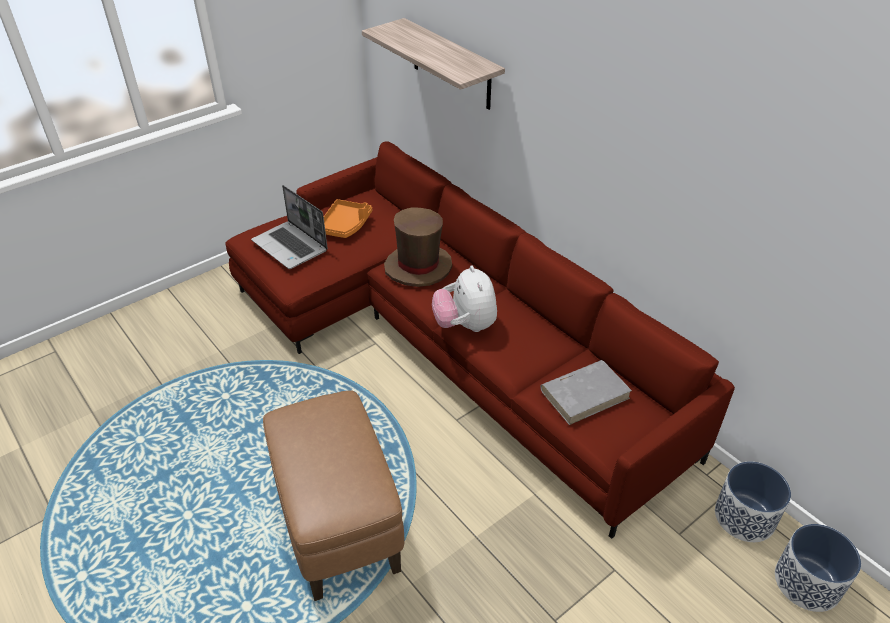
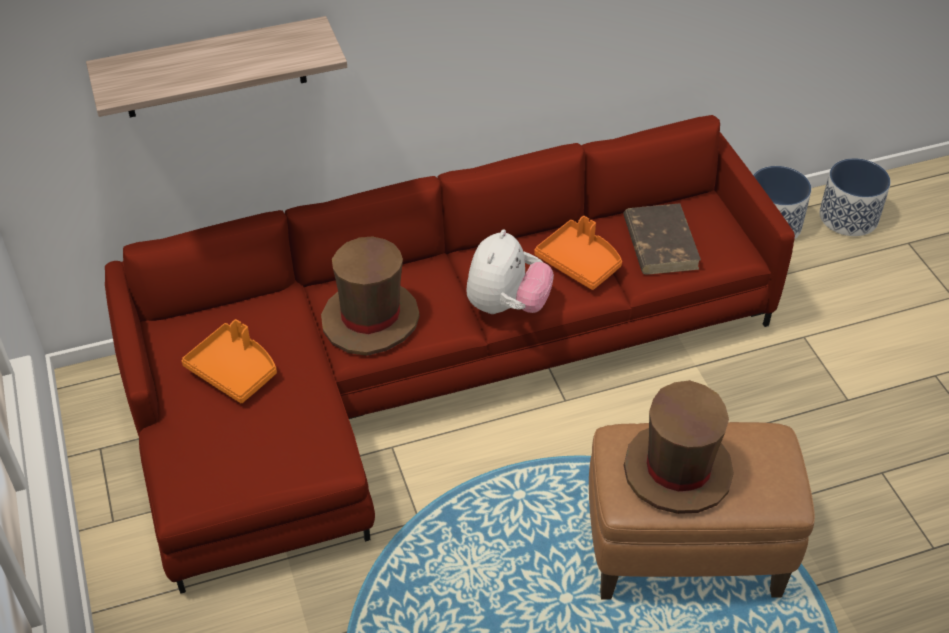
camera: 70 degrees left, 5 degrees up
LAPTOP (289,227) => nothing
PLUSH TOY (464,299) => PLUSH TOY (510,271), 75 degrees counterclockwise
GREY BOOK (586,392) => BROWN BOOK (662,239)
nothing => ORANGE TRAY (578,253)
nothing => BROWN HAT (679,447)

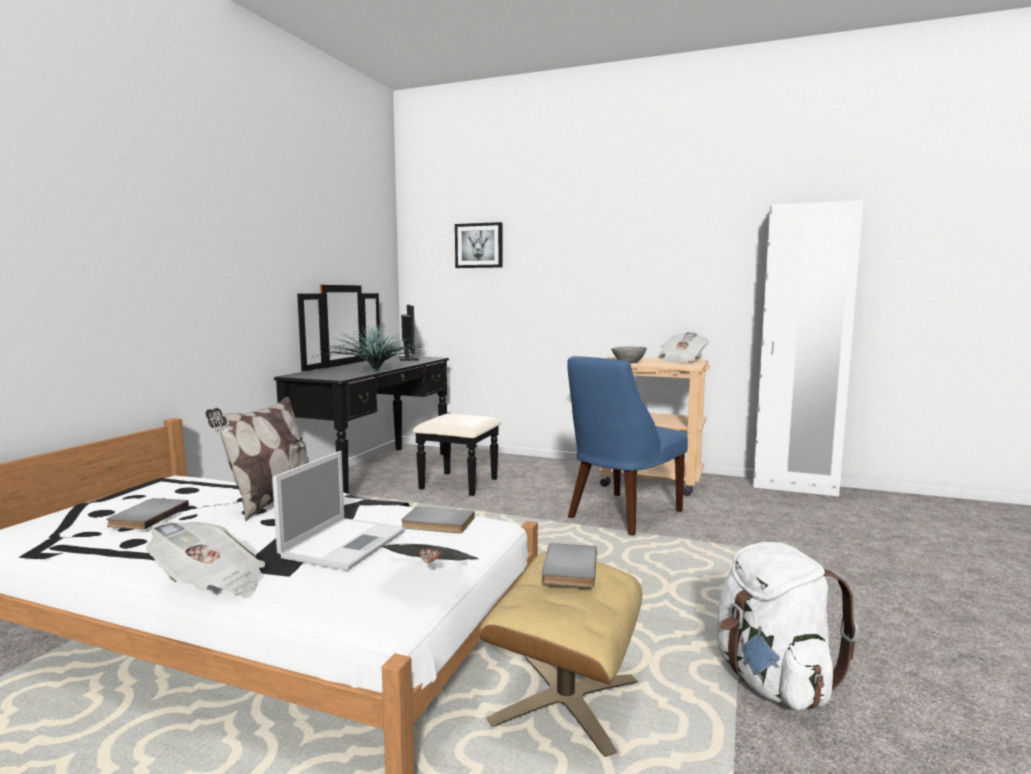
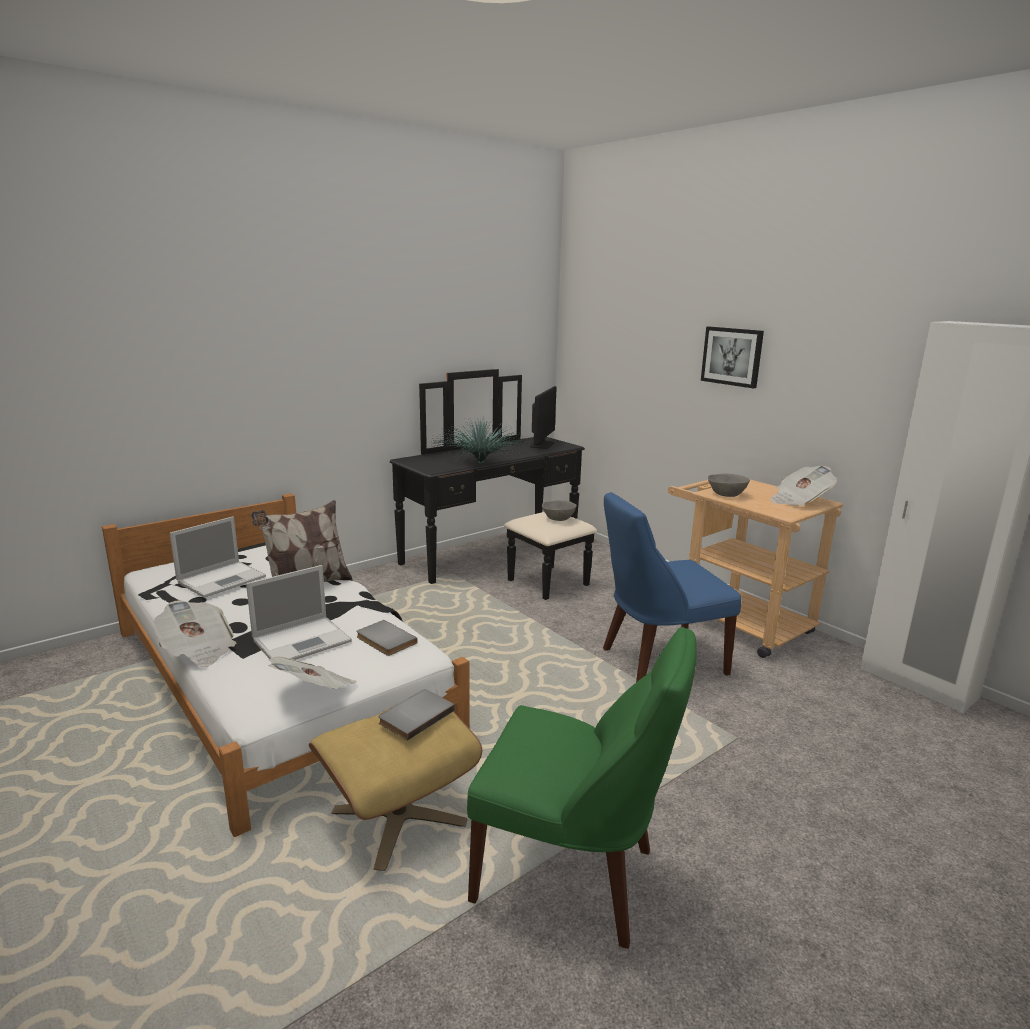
camera: 30 degrees right, 10 degrees up
PICTURE (478,245) => PICTURE (732,358), shifted
GREY BOOK (147,514) => LAPTOP (218,557)
WHITE BACKPACK (788,626) => GREEN CHAIR (582,788)
nothing => GREY BOWL (559,510)

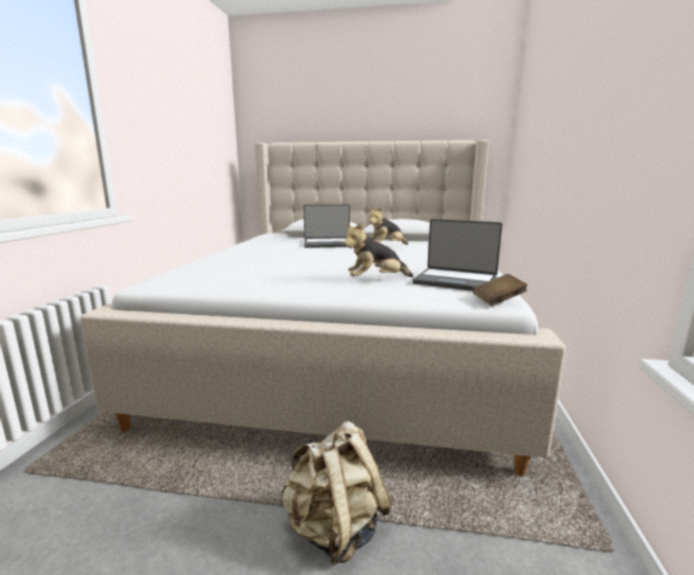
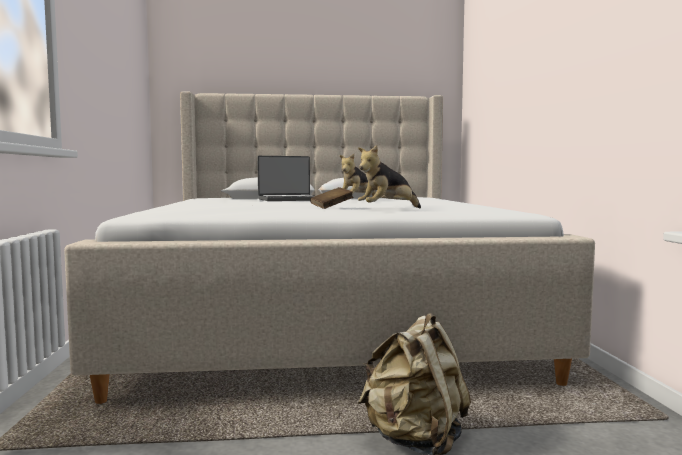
camera: 15 degrees left, 10 degrees down
LAPTOP (457,255) => nothing
BROWN BOOK (500,290) => BROWN BOOK (331,198), shifted

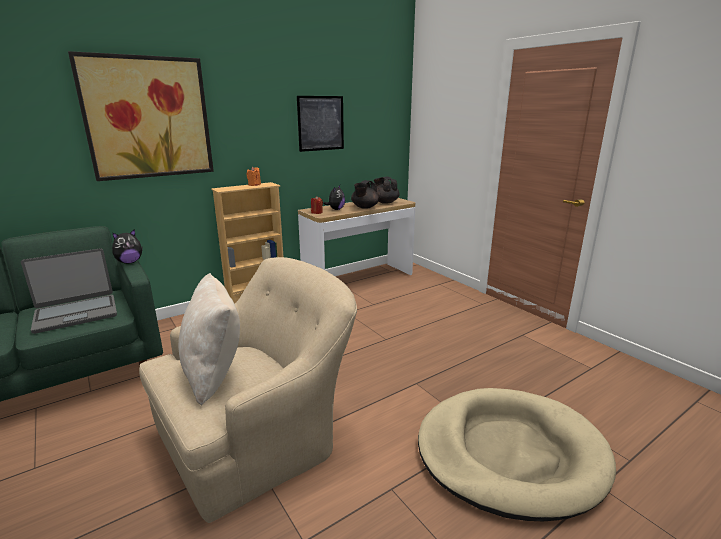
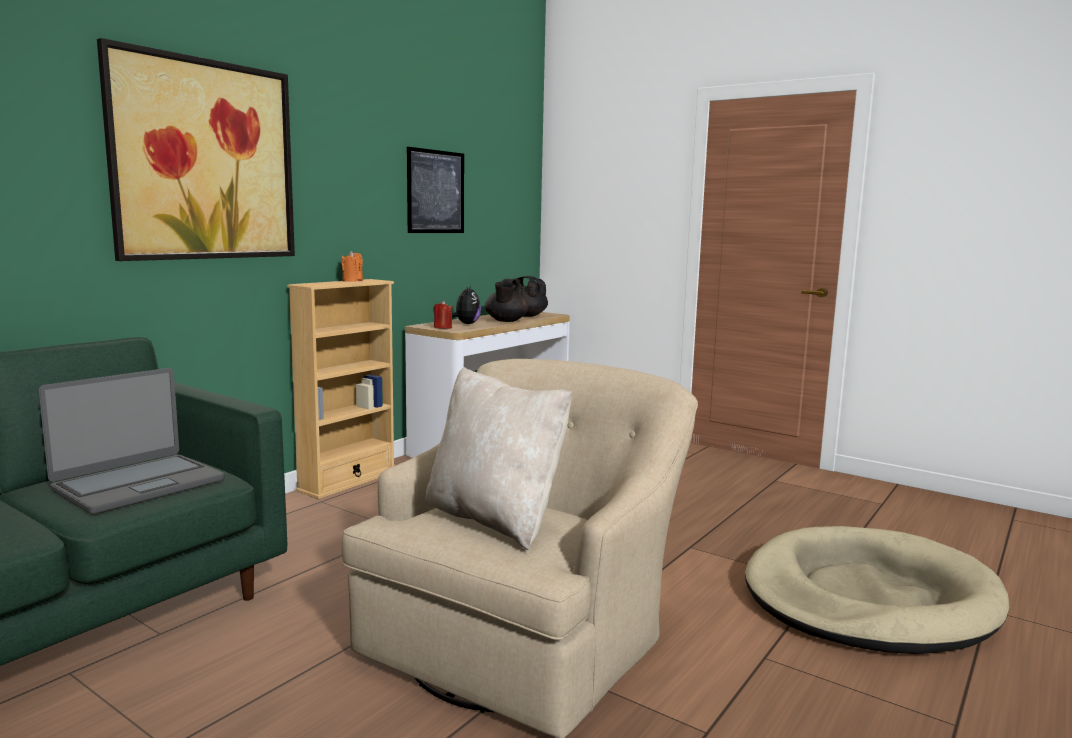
camera: 20 degrees left, 10 degrees down
PLUSH TOY (127,246) => nothing

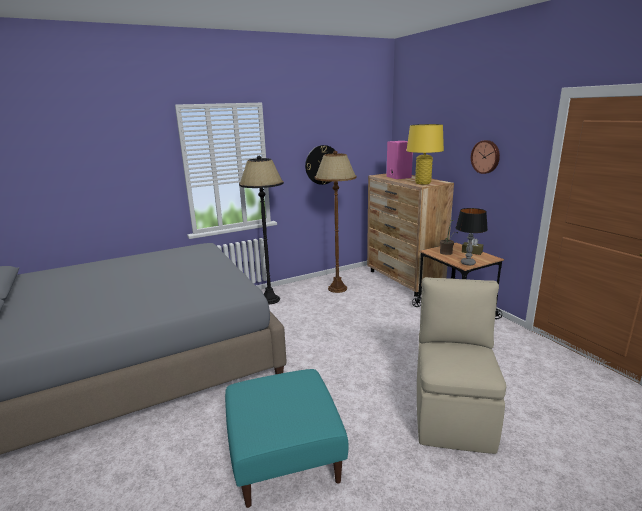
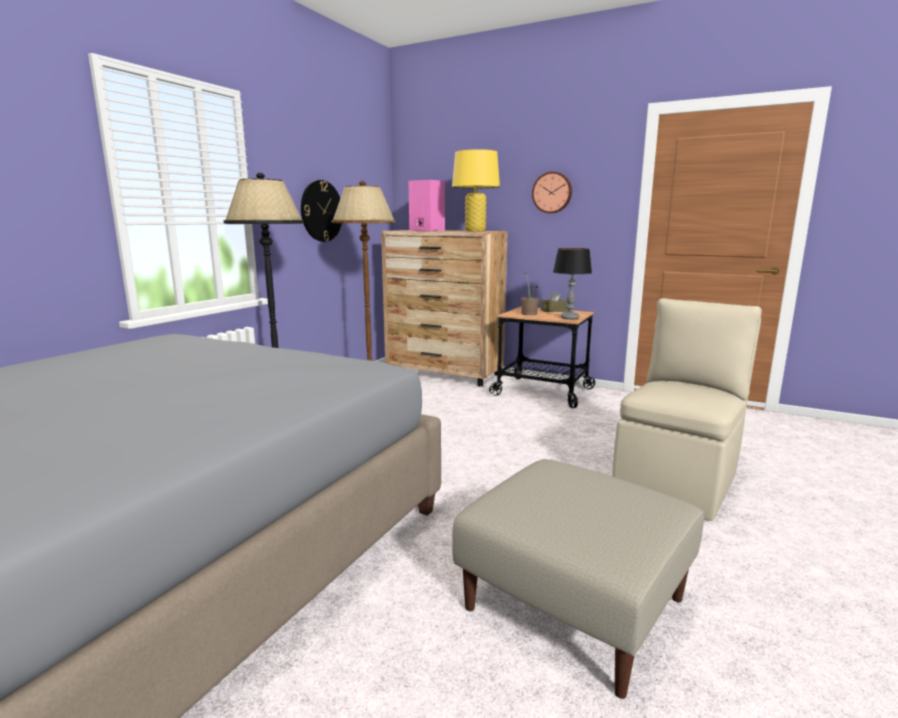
camera: 35 degrees left, 5 degrees down
BEIGE CHAIR (461,365) => BEIGE CHAIR (687,409), 60 degrees clockwise
TURQUOISE OTTOMAN (286,438) => BEIGE OTTOMAN (578,579)

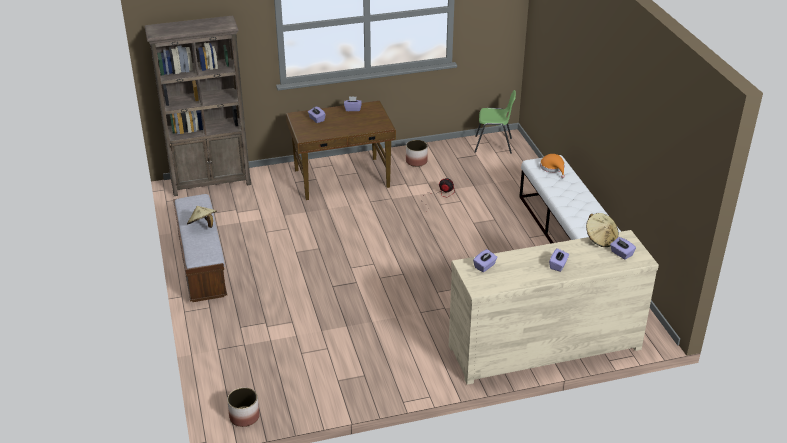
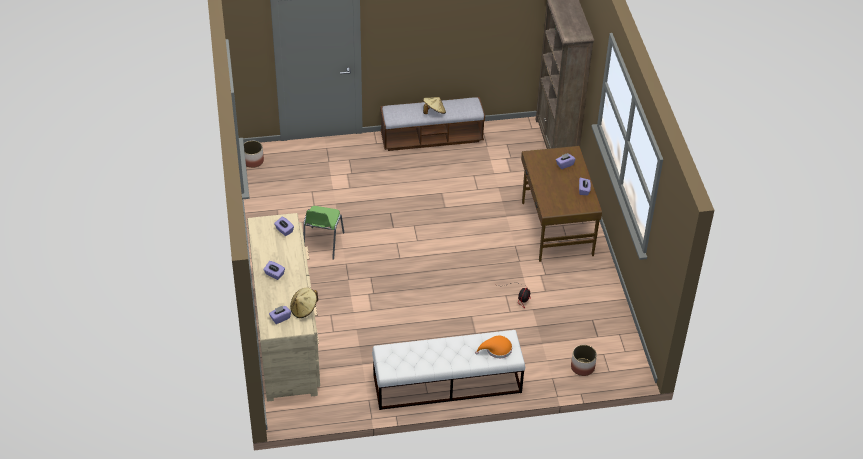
camera: 95 degrees right, 10 degrees up
GREEN CHAIR (495,122) => GREEN CHAIR (323,233), shifted
PLANTER (417,153) => PLANTER (584,360), shifted

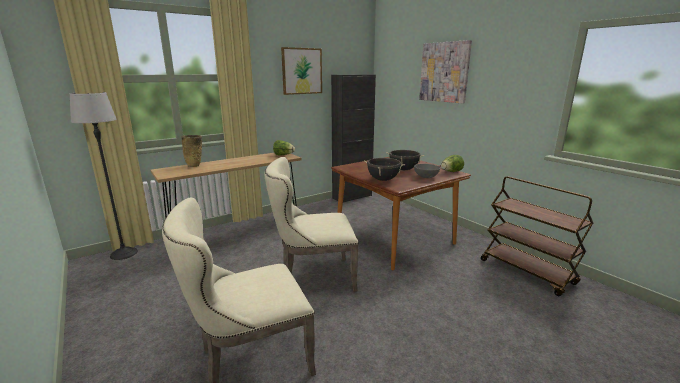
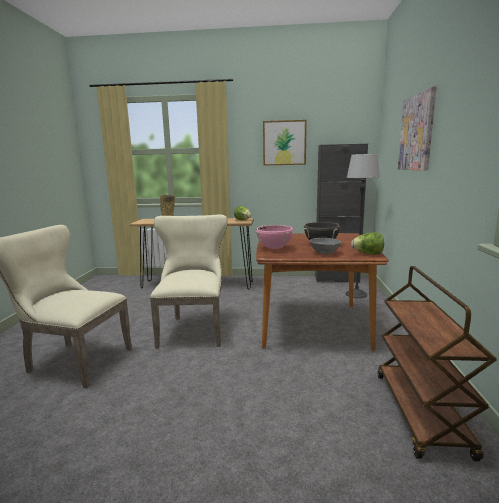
camera: 40 degrees right, 5 degrees down
FLOOR LAMP (103,176) => FLOOR LAMP (362,226), shifted
BEIGE CHAIR (312,224) => BEIGE CHAIR (189,281), 60 degrees clockwise
BLACK COOKING POT (384,169) => PINK COOKING POT (274,237)

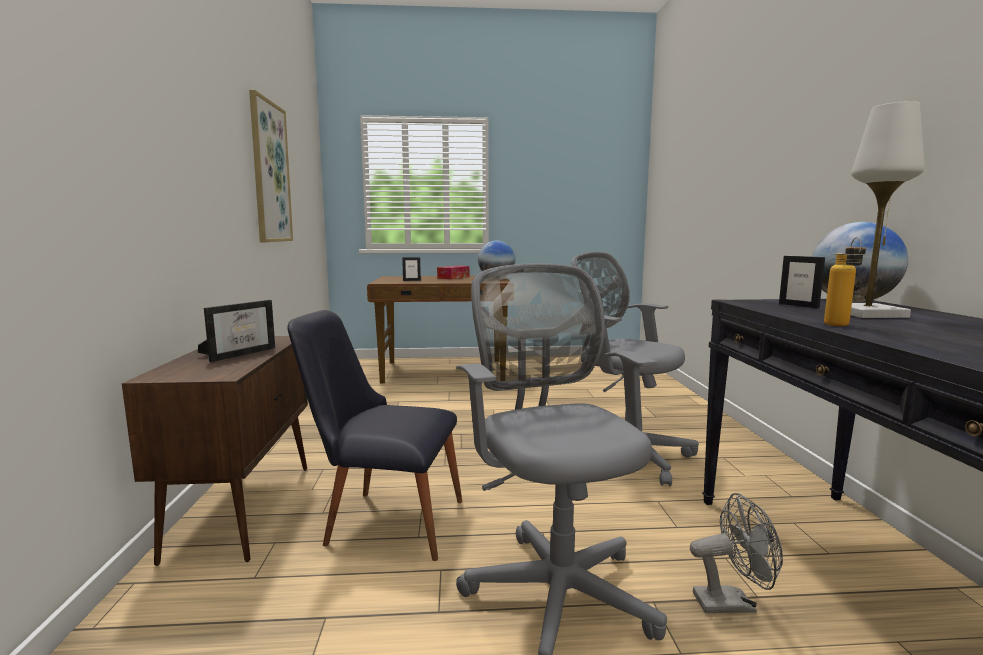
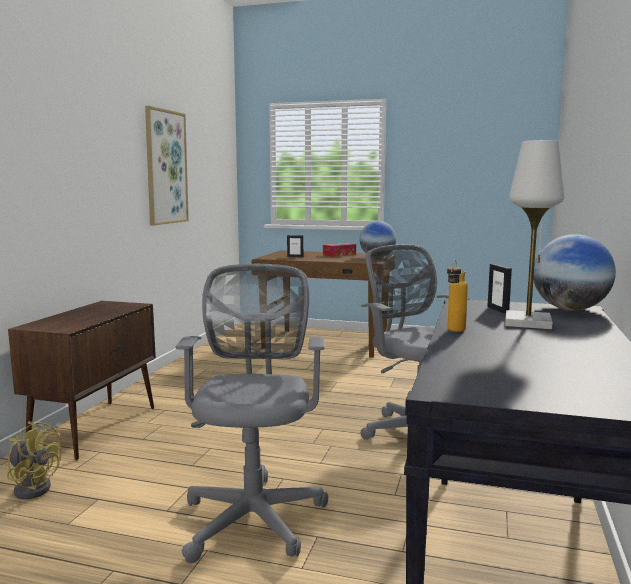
camera: 20 degrees right, 0 degrees up
PICTURE FRAME (236,331) => nothing
BLACK CHAIR (374,435) => nothing
GREY FAN (736,553) => nothing
nothing => YELLOW FAN (34,460)

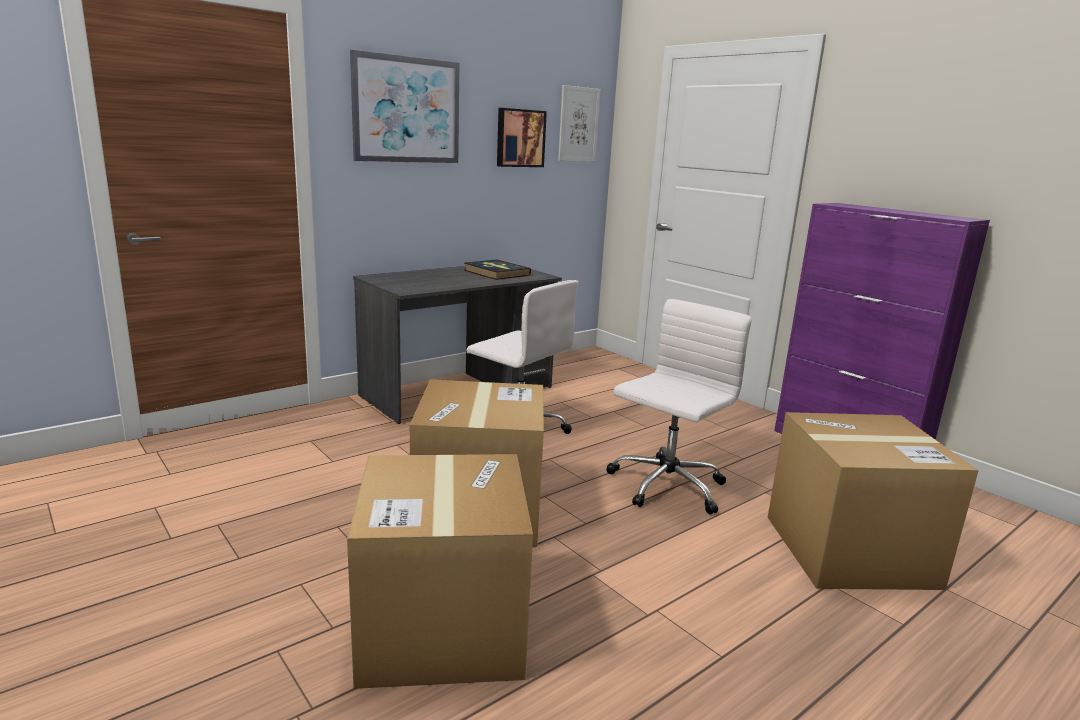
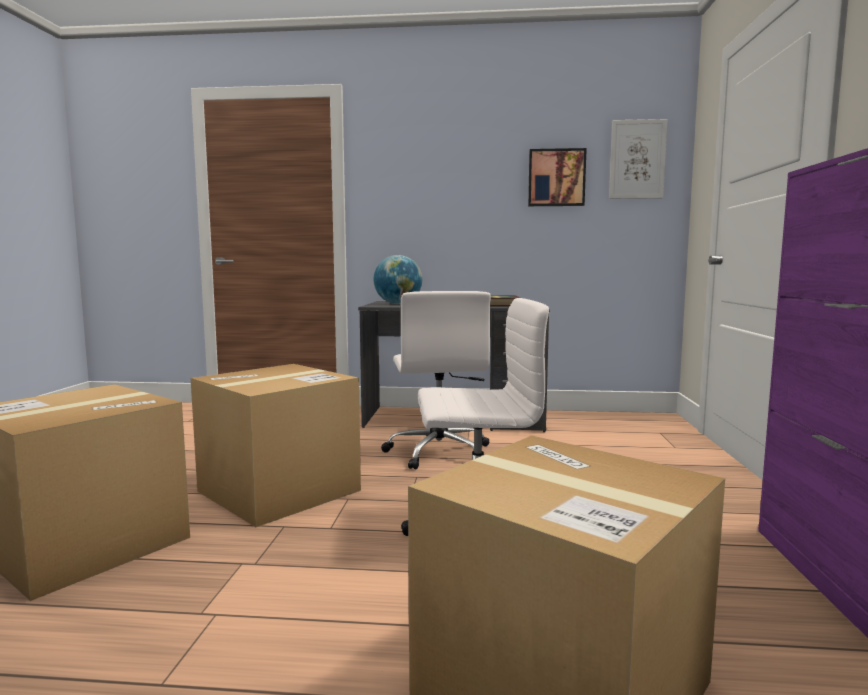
camera: 45 degrees right, 10 degrees down
PICTURE (404,106) => nothing
nothing => GLOBE (397,279)

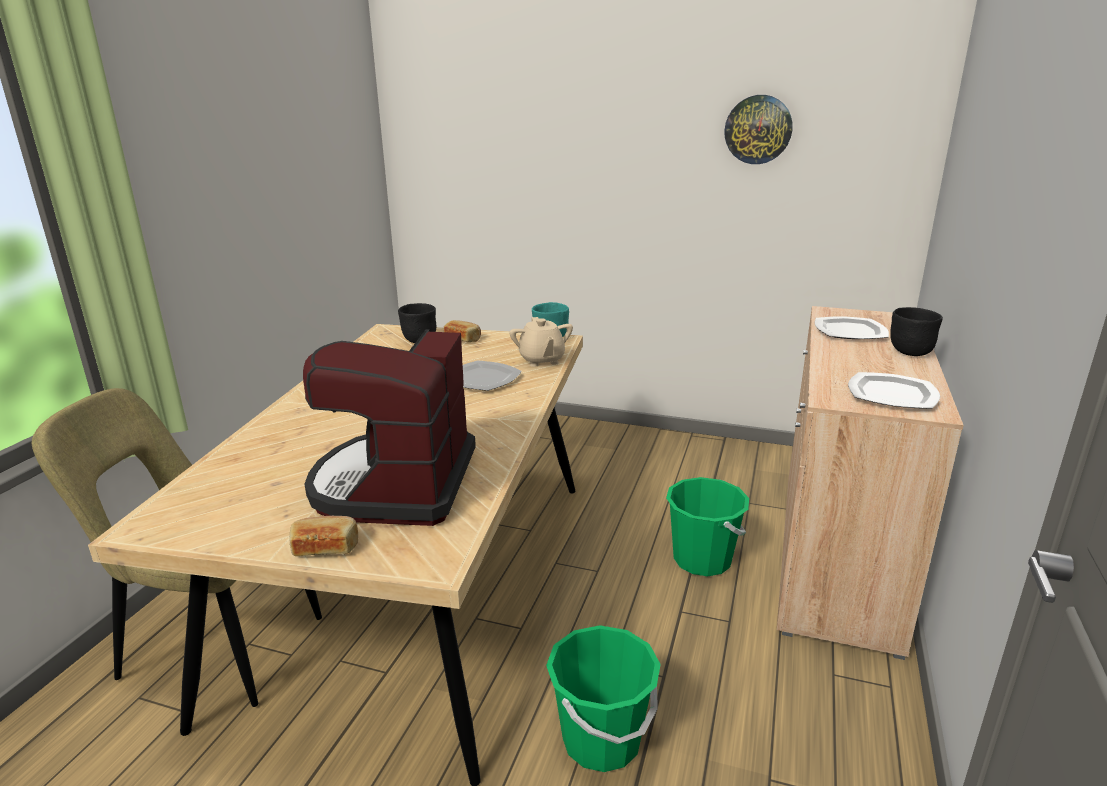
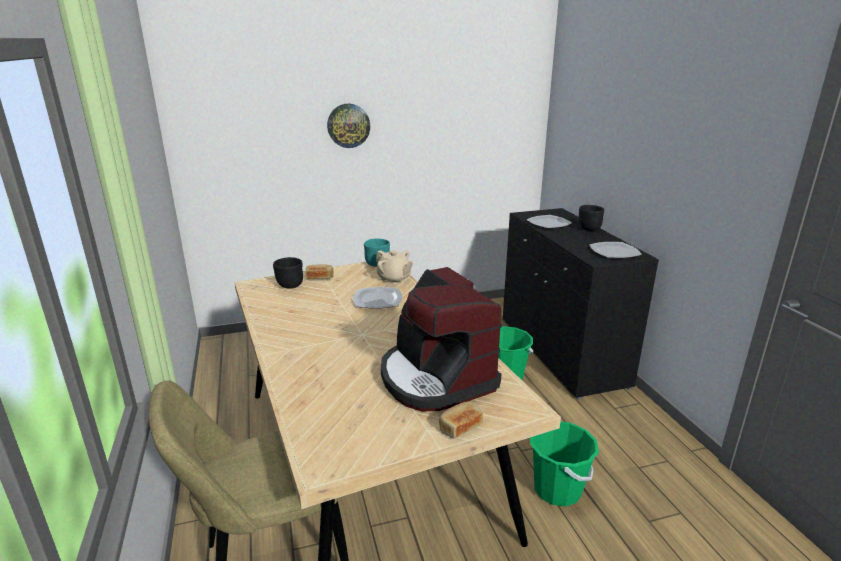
camera: 35 degrees left, 0 degrees up
WALL CLOCK (759,129) => WALL CLOCK (348,126), shifted
BEIGE CABINET (870,483) => BLACK CABINET (581,304)

